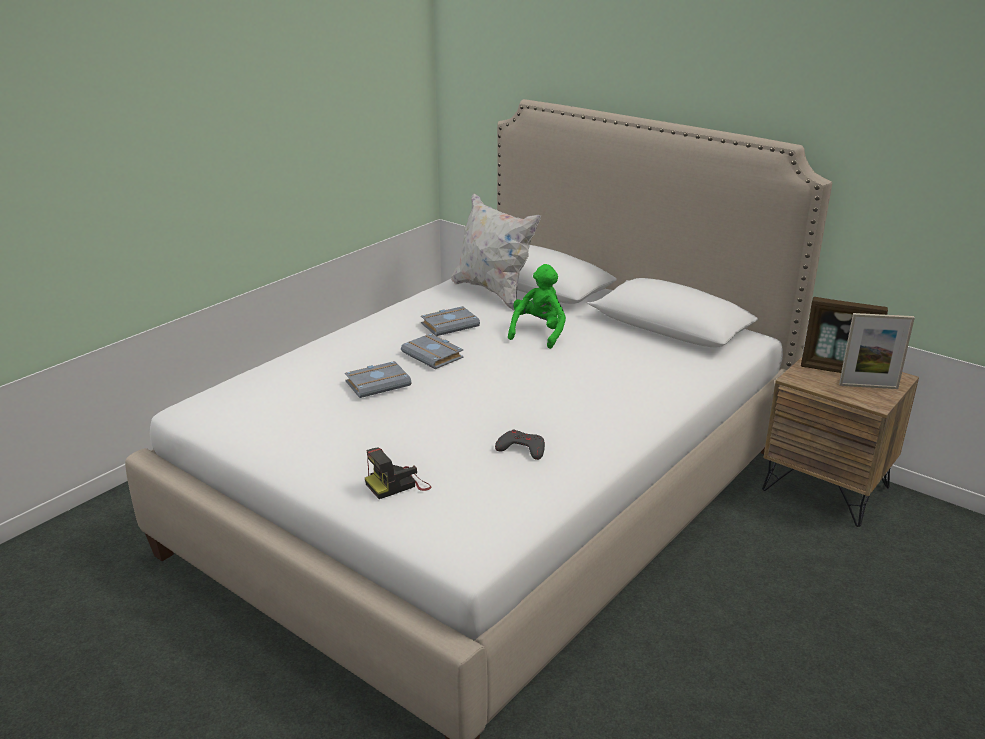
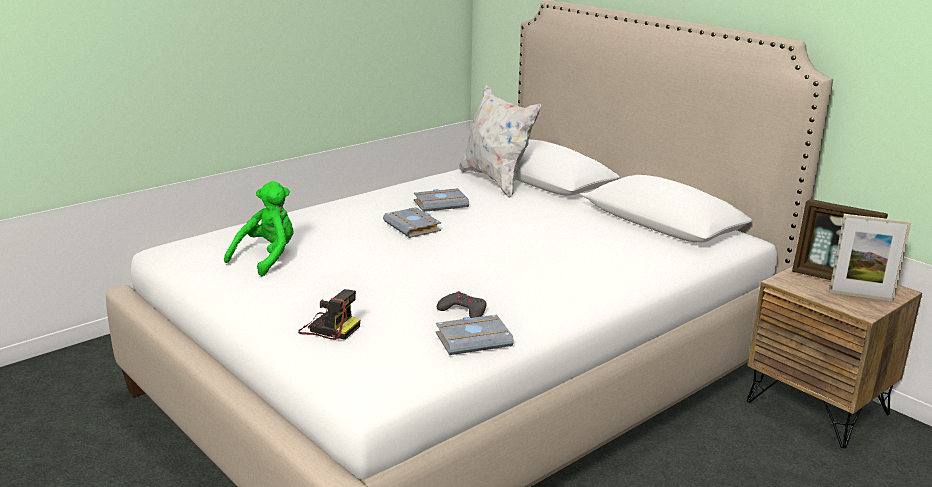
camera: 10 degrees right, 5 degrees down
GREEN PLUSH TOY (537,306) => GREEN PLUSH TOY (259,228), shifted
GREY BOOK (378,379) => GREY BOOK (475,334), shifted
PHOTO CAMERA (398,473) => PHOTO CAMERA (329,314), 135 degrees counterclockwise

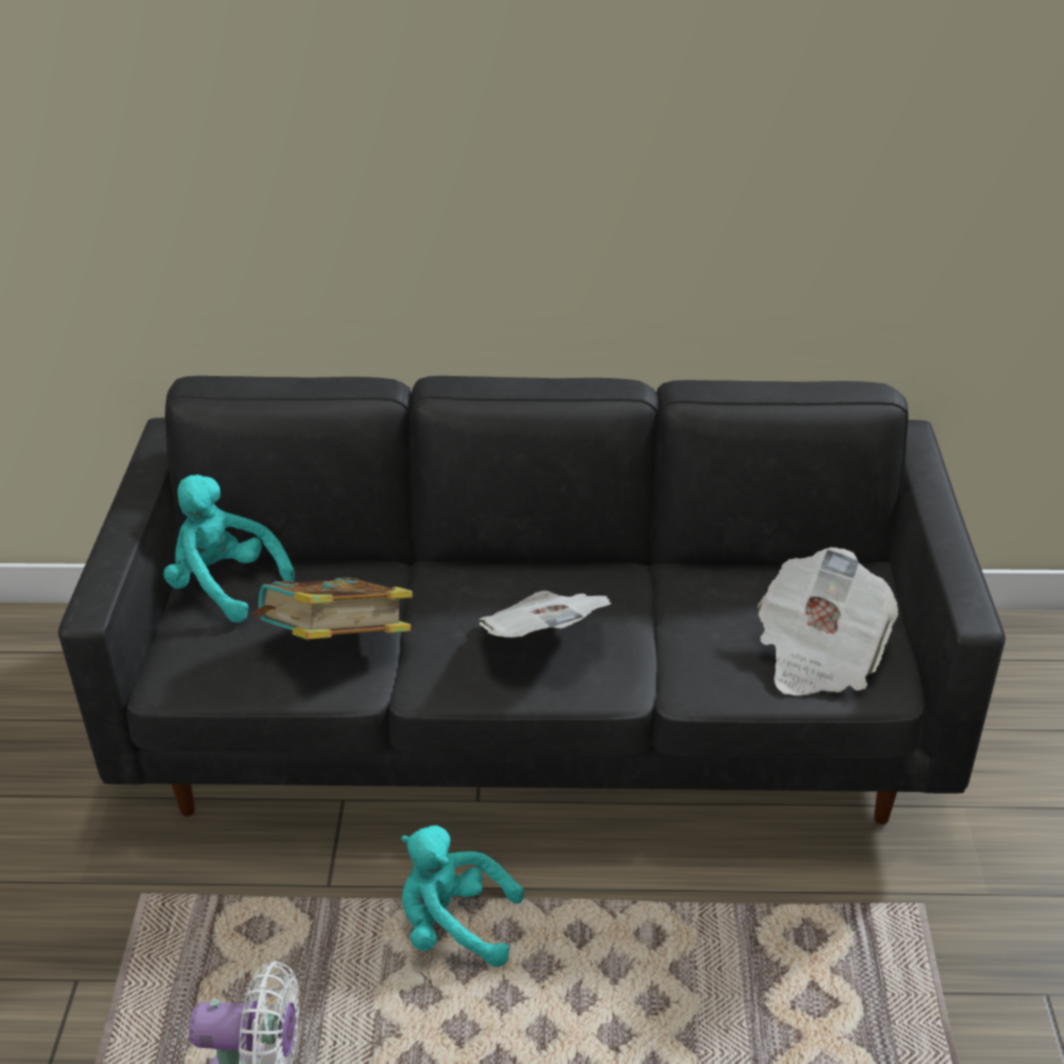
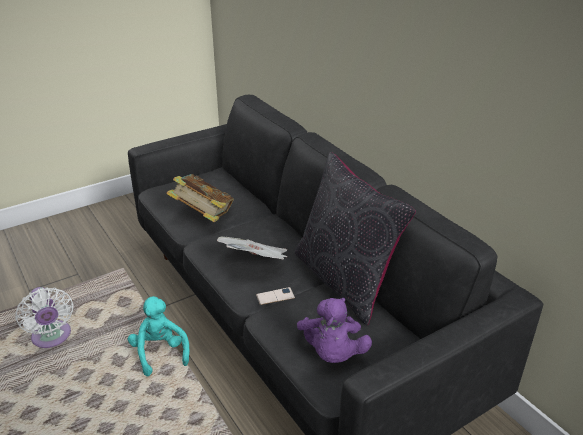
camera: 55 degrees right, 5 degrees down
TURQUOISE PLUSH TOY (229,548) => nothing
NEWSPAPER (827,621) => PURPLE PLUSH TOY (334,330)
nothing => BLACK PILLOW (355,239)
nothing => PHONE (275,296)

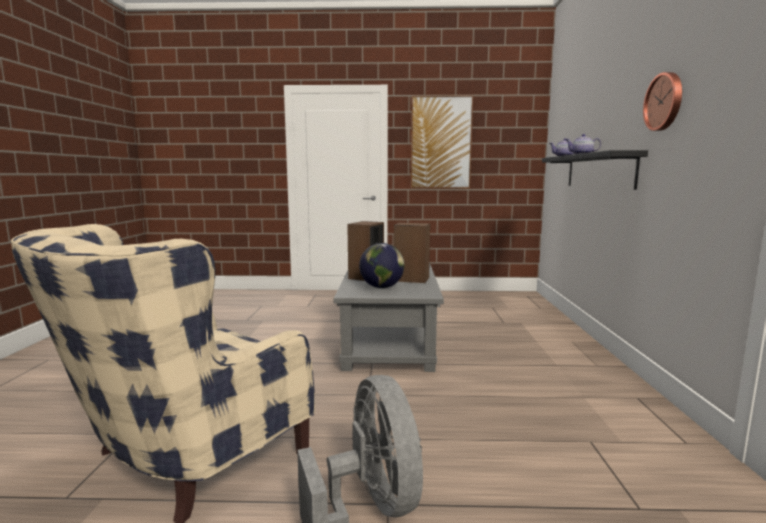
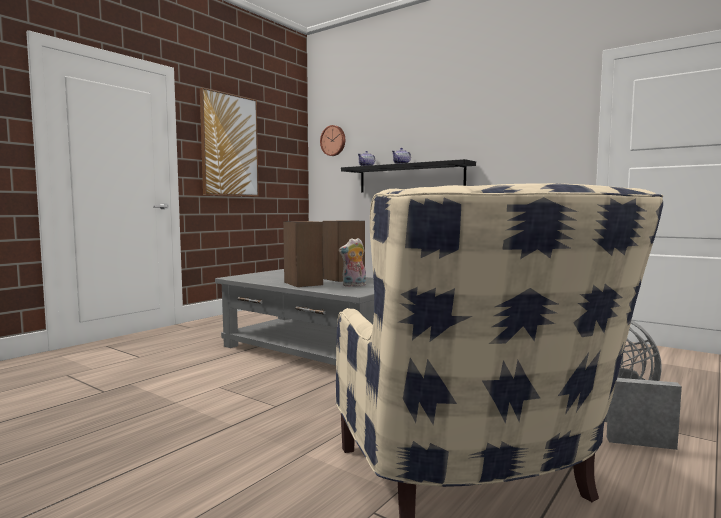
camera: 55 degrees left, 5 degrees down
WALL CLOCK (662,101) => WALL CLOCK (332,140), shifted
GLOBE (381,265) => PLUSH TOY (352,262)

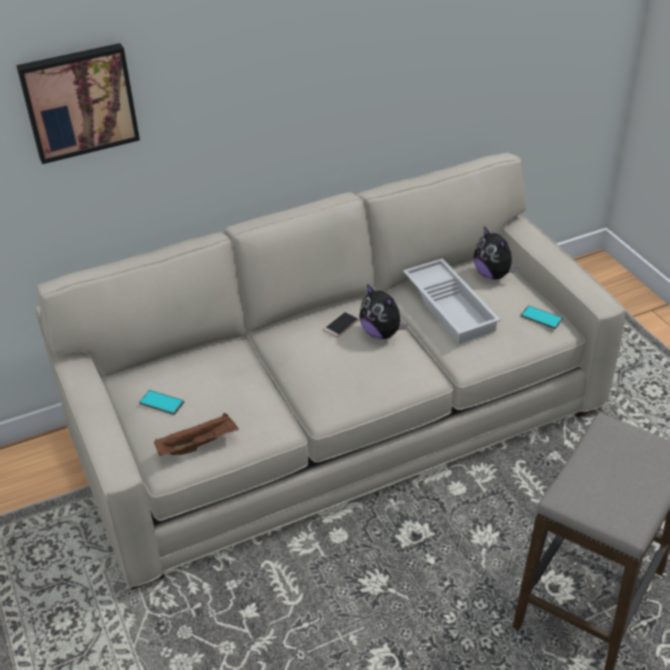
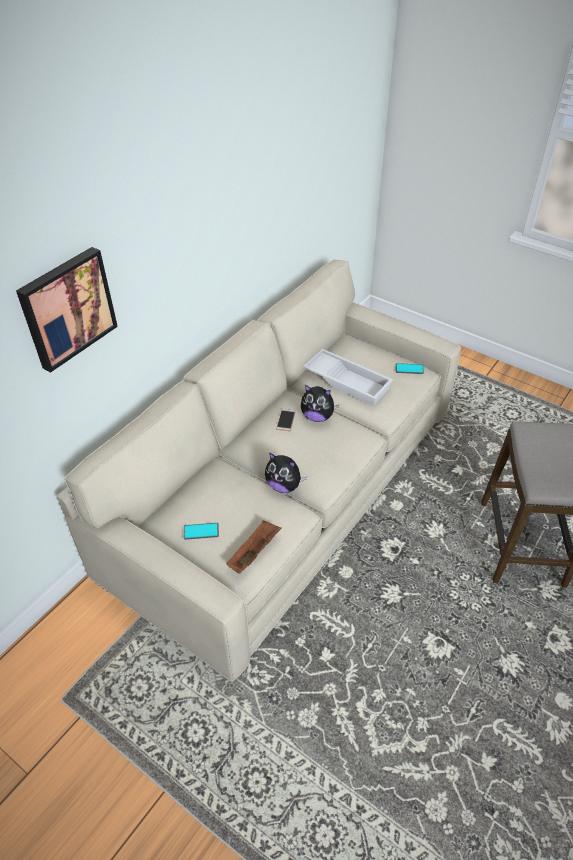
camera: 30 degrees left, 5 degrees up
PLUSH TOY (496,253) => PLUSH TOY (286,472), shifted

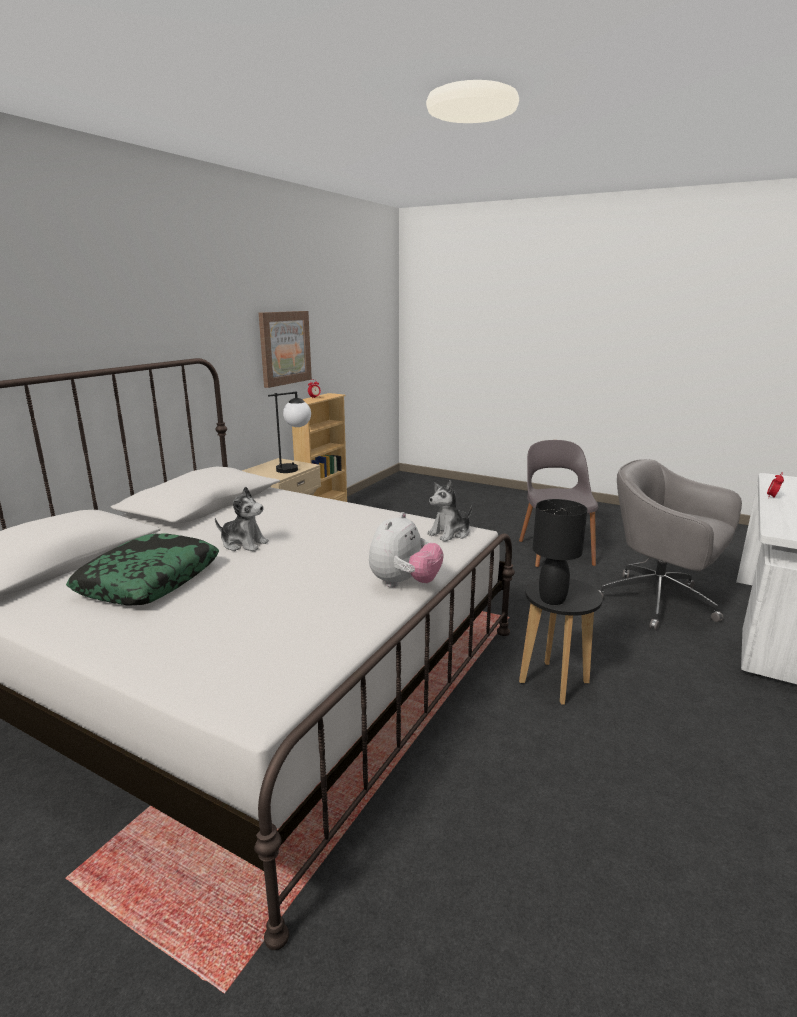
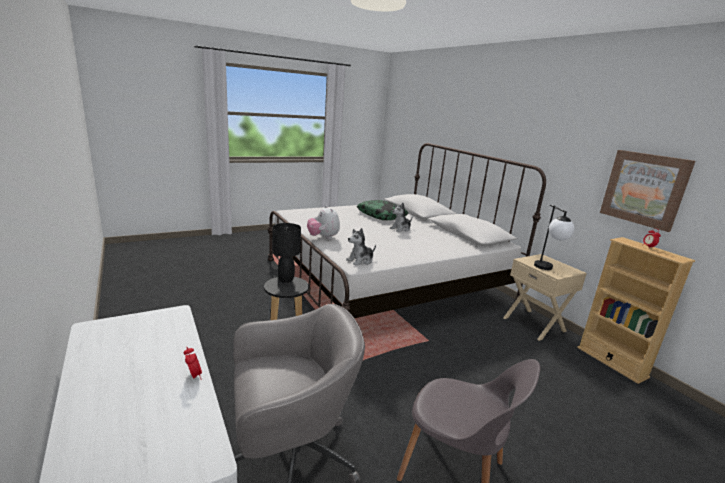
camera: 120 degrees right, 0 degrees up
PLUSH TOY (449,511) => PLUSH TOY (361,247), 120 degrees counterclockwise

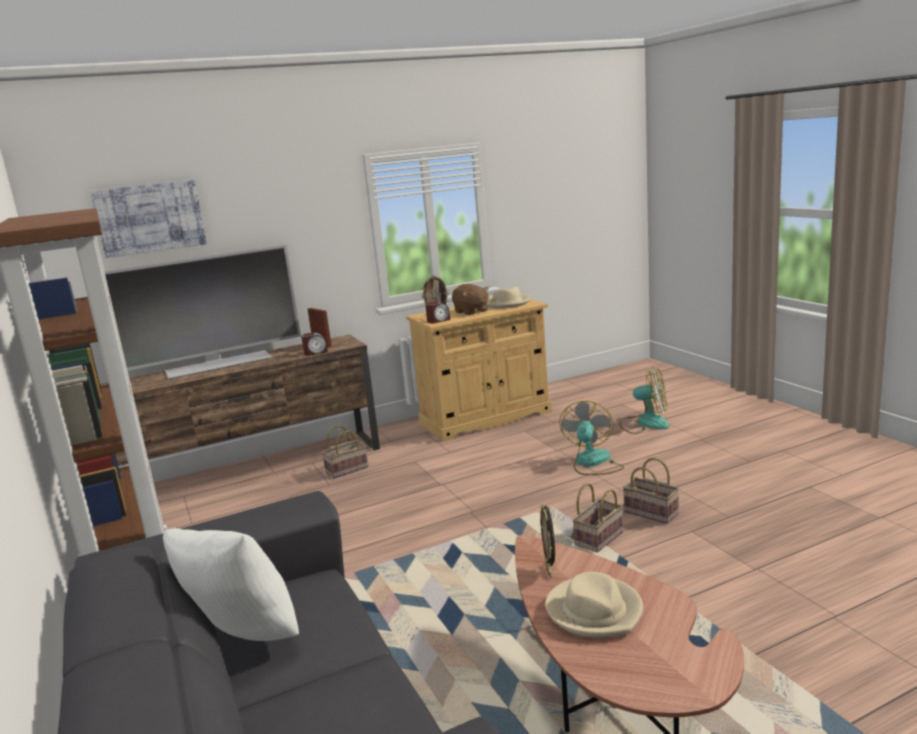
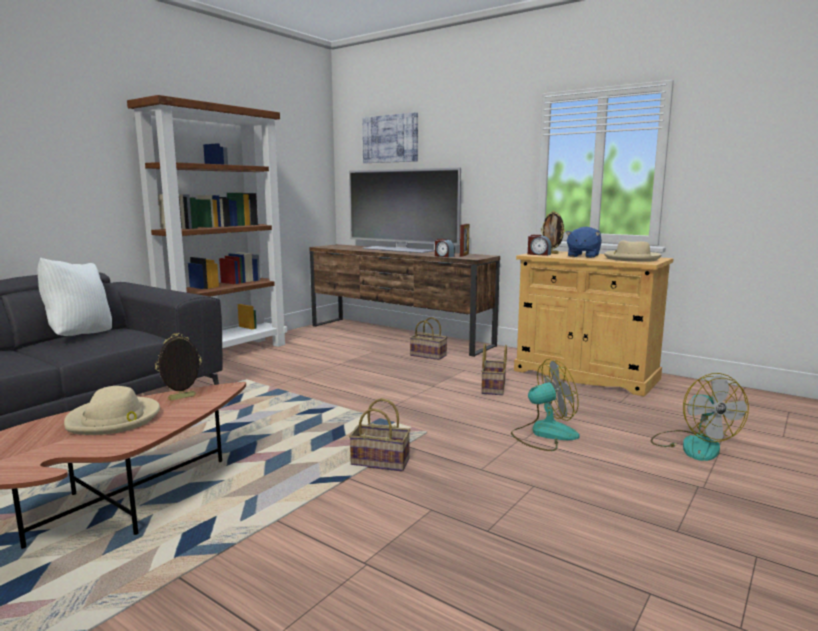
camera: 60 degrees right, 5 degrees down
BROWN PLUSH TOY (470,299) => BLUE PLUSH TOY (584,242)
BASKET (651,490) => BASKET (494,369), shifted

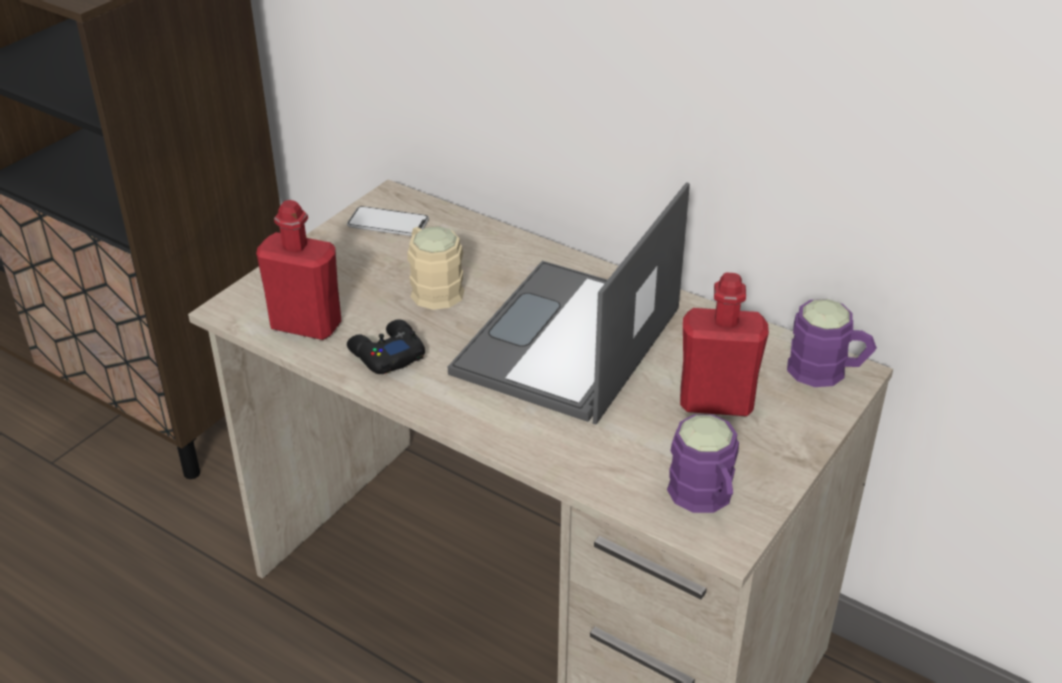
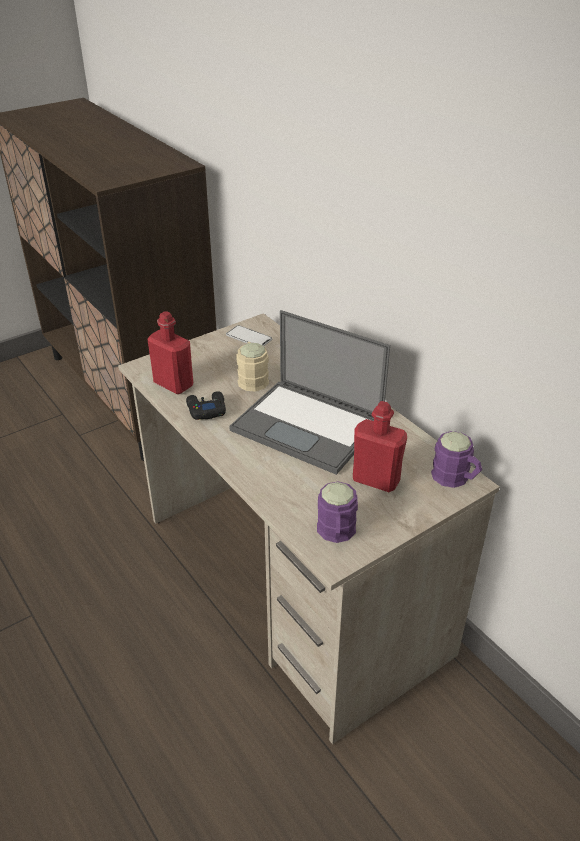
camera: 20 degrees right, 0 degrees up
LAPTOP (569,303) => LAPTOP (309,392), 105 degrees counterclockwise

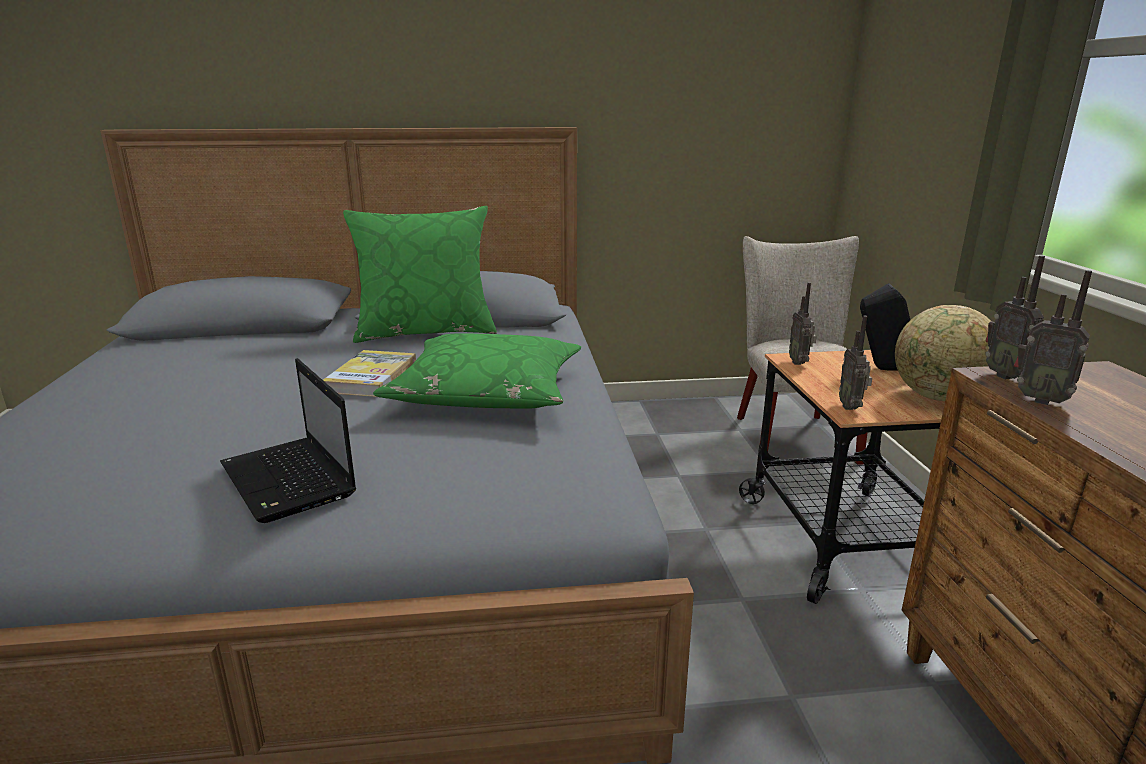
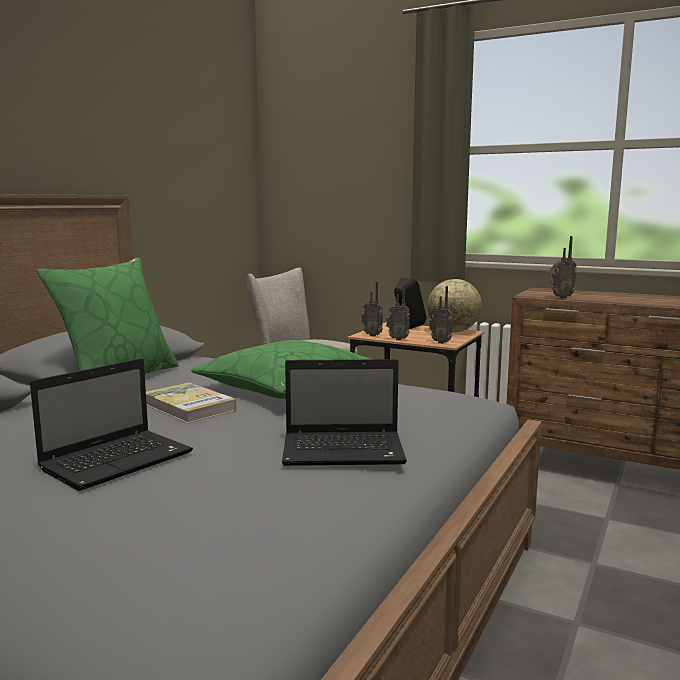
camera: 55 degrees left, 10 degrees down
RADIO (1015,317) => RADIO (398,312), shifted
nothing => LAPTOP (111,424)

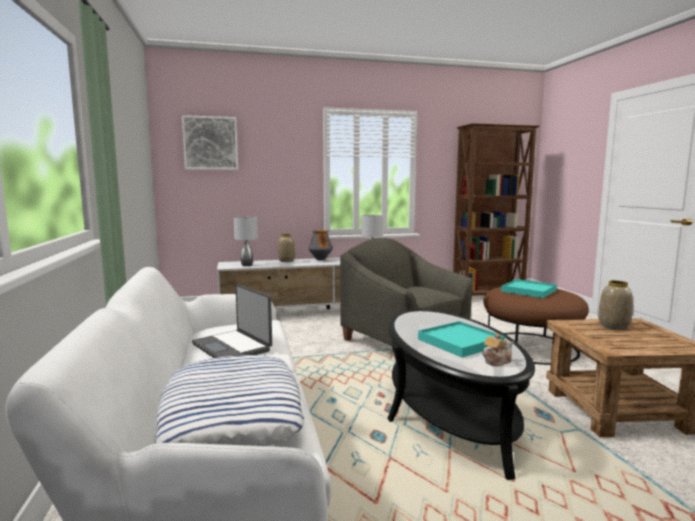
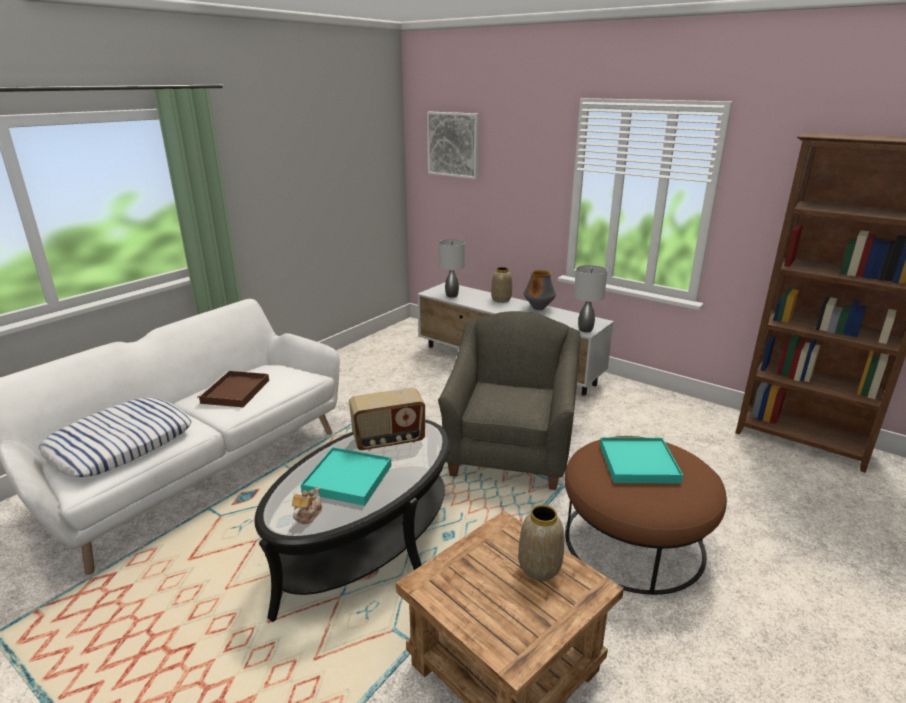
camera: 50 degrees right, 15 degrees up
LAPTOP (232,321) => BROWN TRAY (233,389)
TEAPOT (498,349) => TEAPOT (307,505), 90 degrees counterclockwise
nothing => RADIO (387,419)

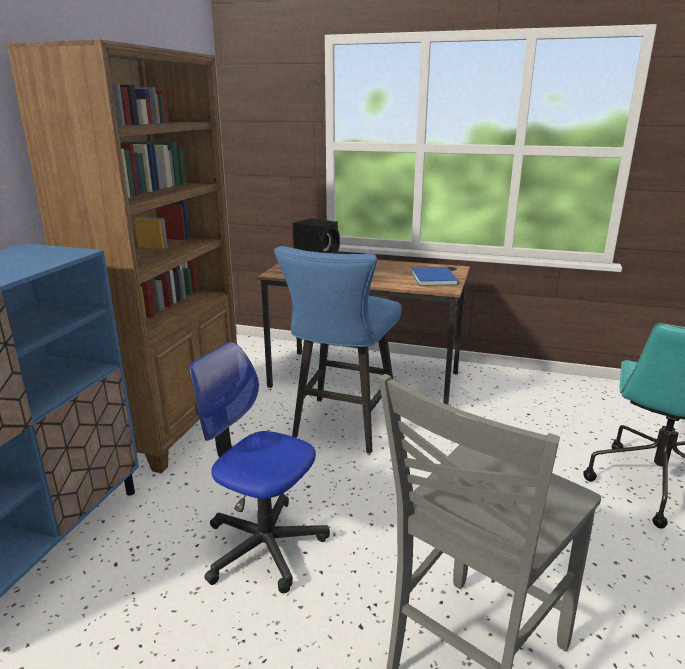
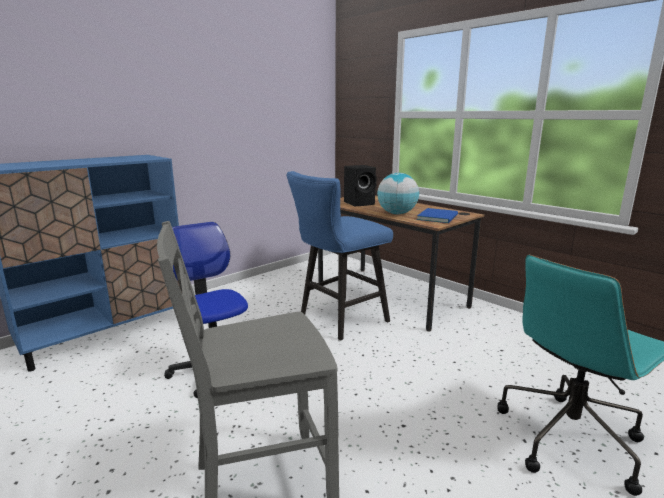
camera: 30 degrees right, 5 degrees down
BROWN BOOKCASE (121,256) => nothing
nothing => GLOBE (398,193)

